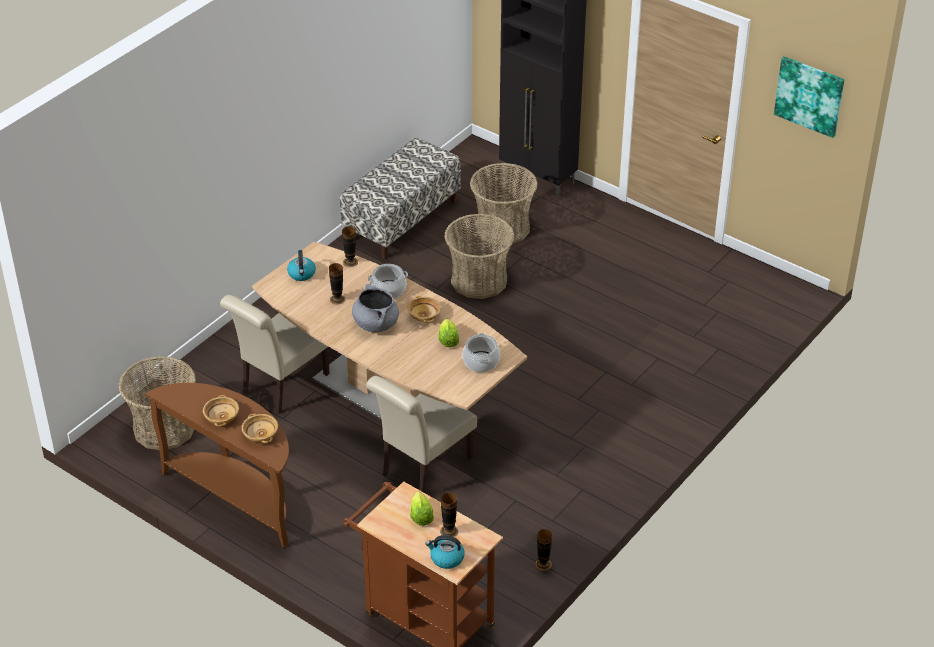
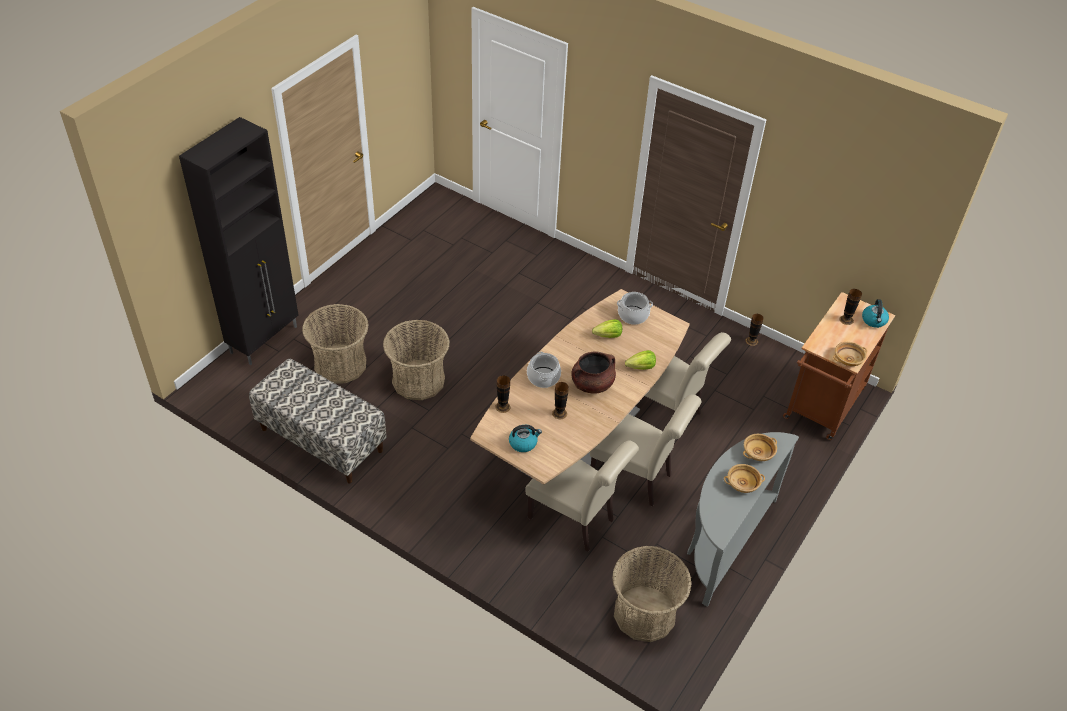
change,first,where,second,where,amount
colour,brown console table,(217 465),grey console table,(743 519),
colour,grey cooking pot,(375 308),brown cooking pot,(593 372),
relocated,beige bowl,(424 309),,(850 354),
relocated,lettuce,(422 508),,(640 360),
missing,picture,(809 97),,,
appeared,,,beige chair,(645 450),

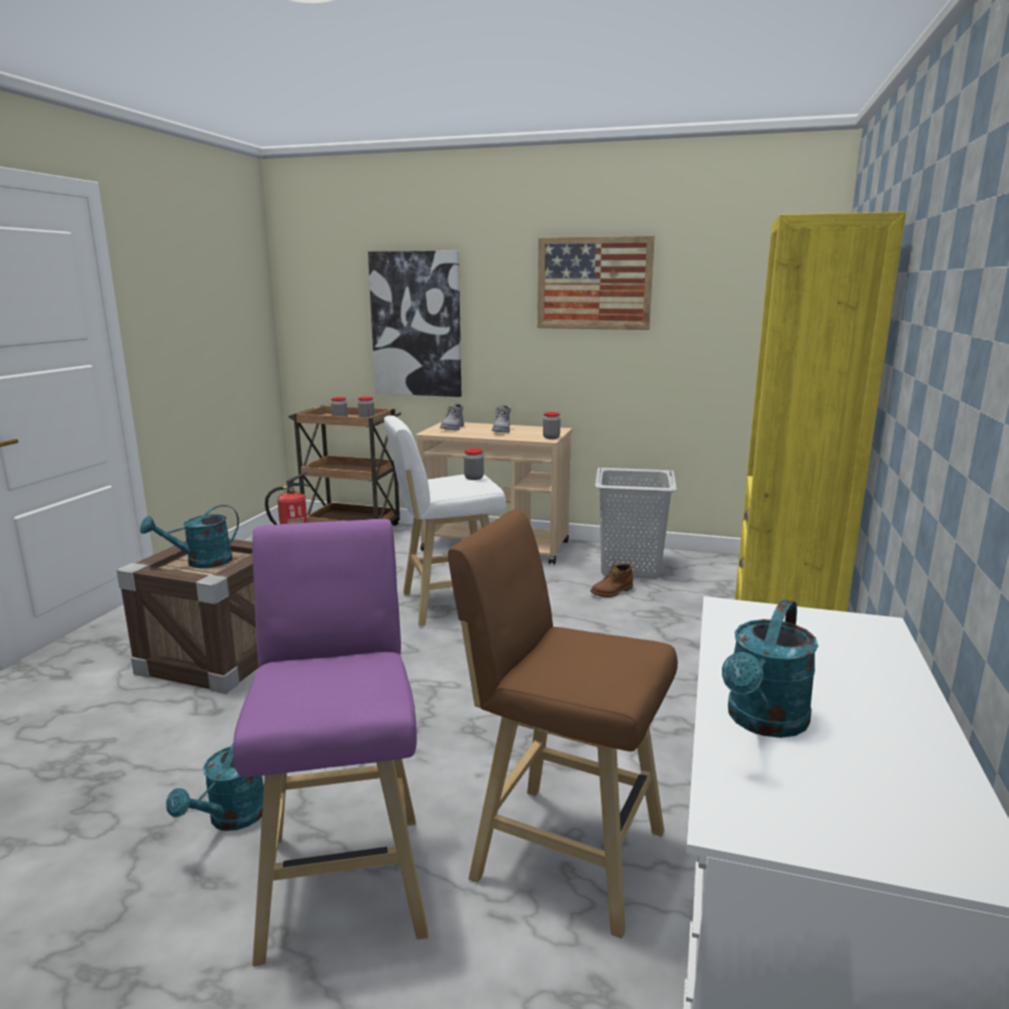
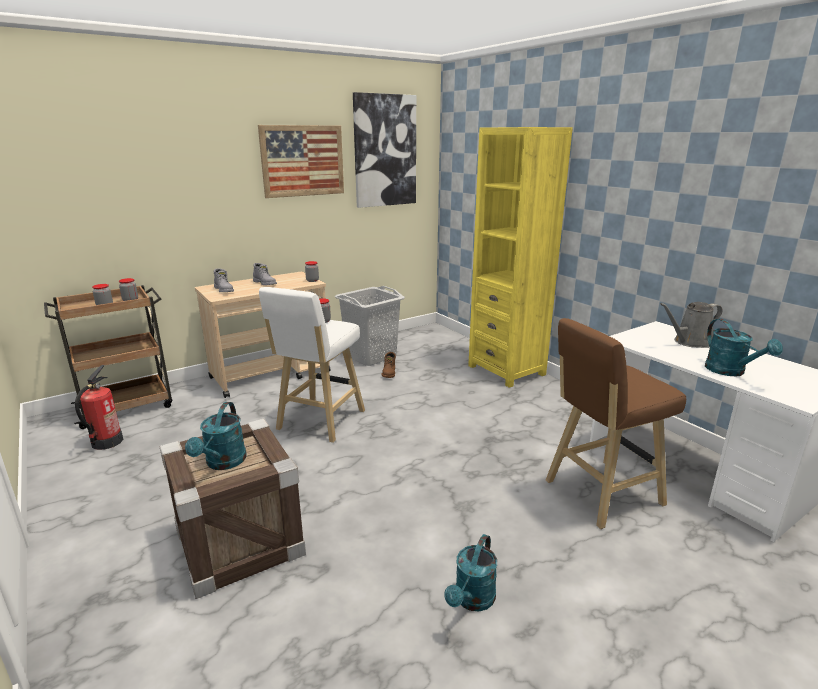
change,first,where,second,where,amount
spun,turquoise watering can,(215 787),,(470 572),60 degrees clockwise
missing,purple stool,(330 742),,,
relocated,picture,(414 323),,(384 150),
appeared,,,grey watering can,(691 325),

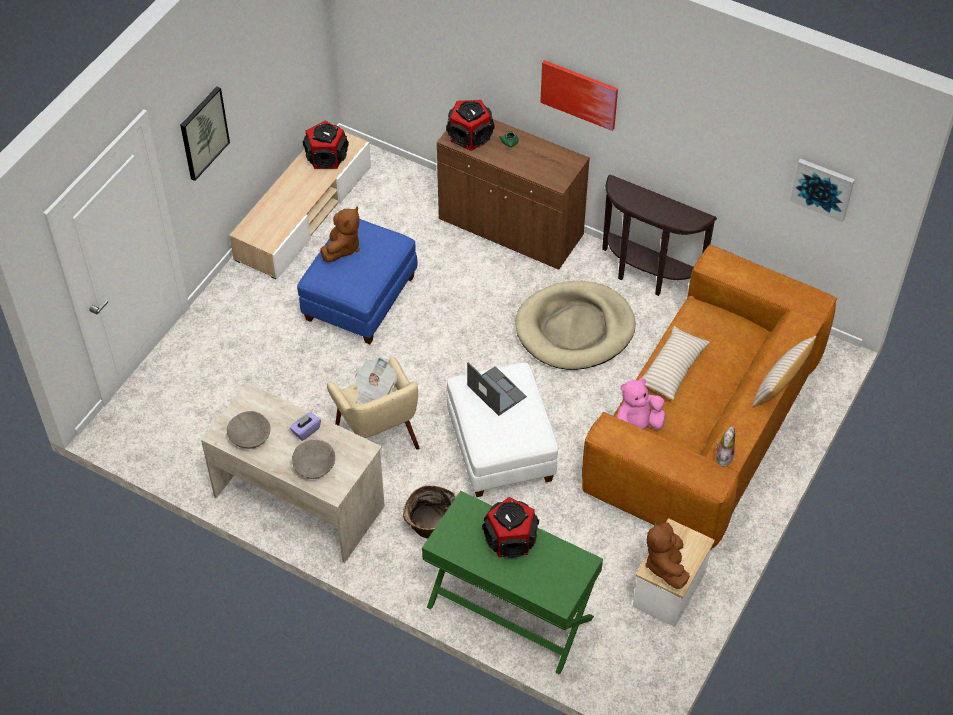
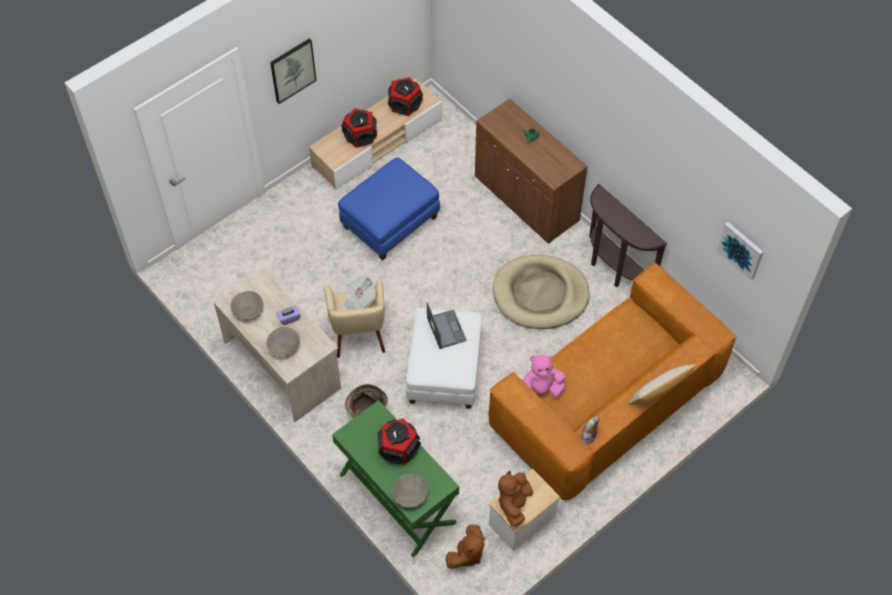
change,first,where,second,where,amount
relocated,brown plush toy,(340 234),,(465 546),
relocated,speaker,(470 125),,(359 128),
missing,picture,(579 95),,,
missing,beige pillow,(676 363),,,
appeared,,,beige bowl,(410 491),

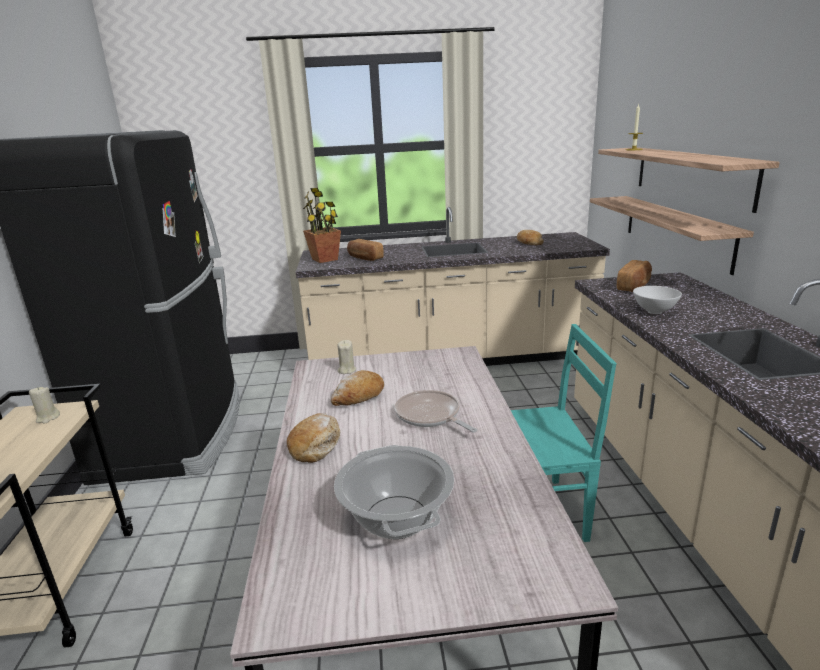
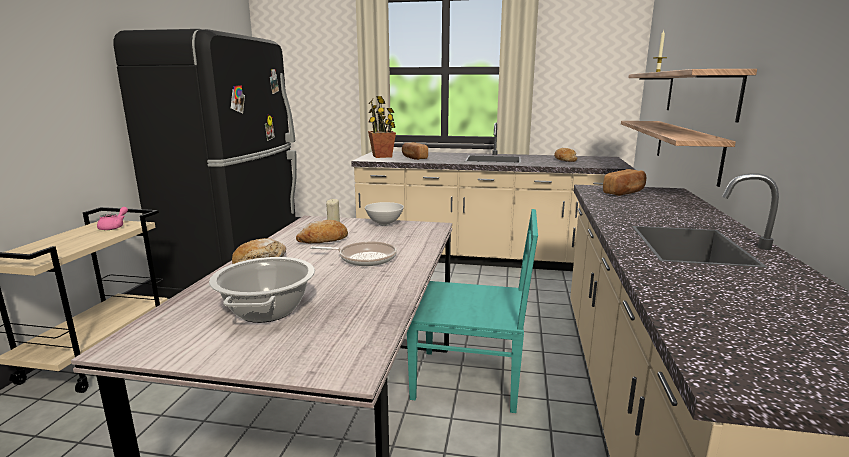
change,first,where,second,where,amount
exchanged,beige candle,(44 405),pink teapot,(112 218),
spun,frying pan,(436 411),,(353 253),120 degrees clockwise
relocated,white bowl,(657 300),,(384 214),

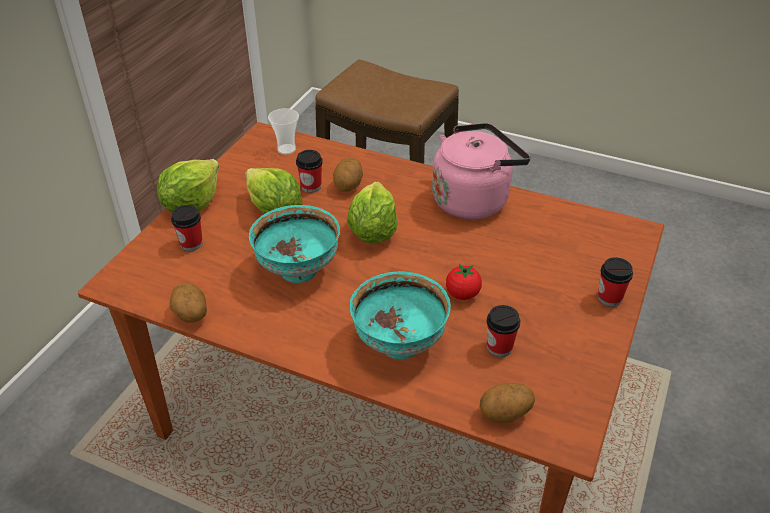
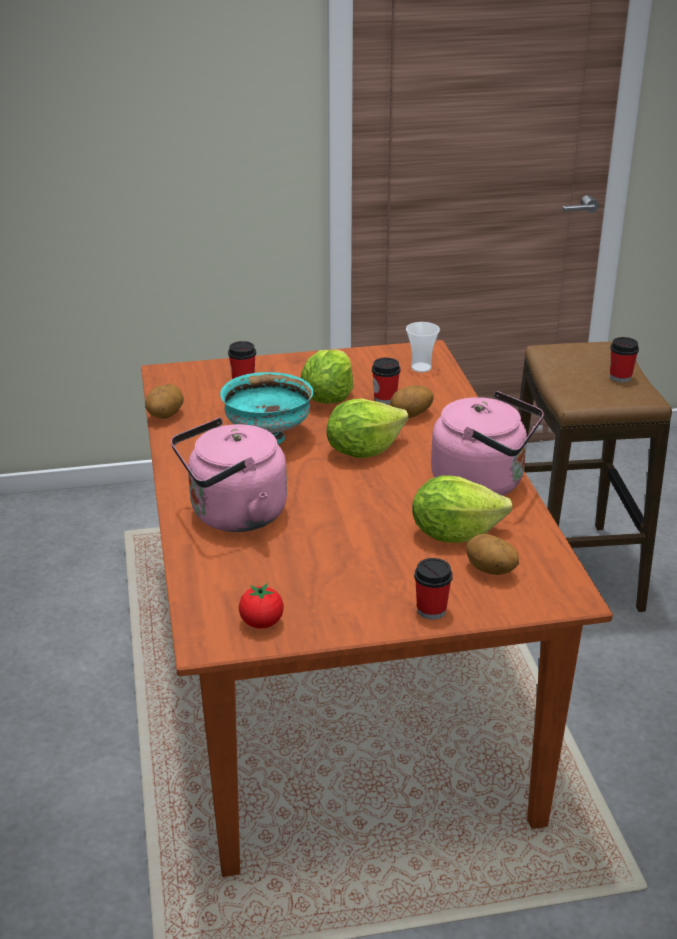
change,first,where,second,where,amount
relocated,lettuce,(188 185),,(462 509),
exchanged,turquoise bowl,(400 315),pink kettle,(229 475),
relocated,tomato,(464 282),,(261 606),
relocated,potato,(507 403),,(492 554),
relocated,cup,(504 331),,(624 359),

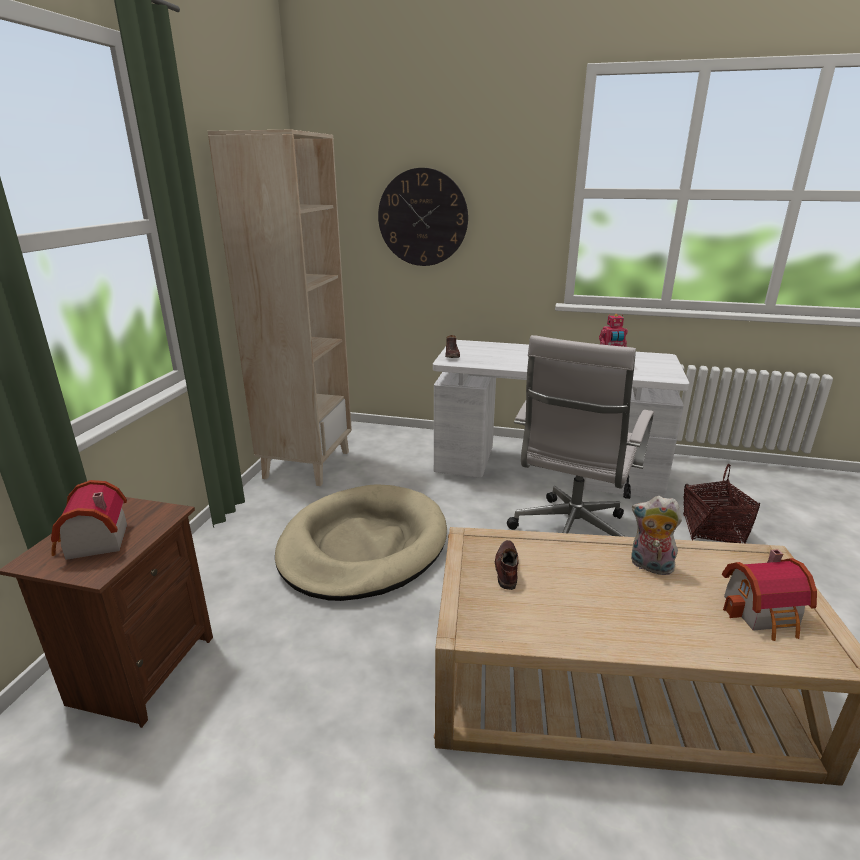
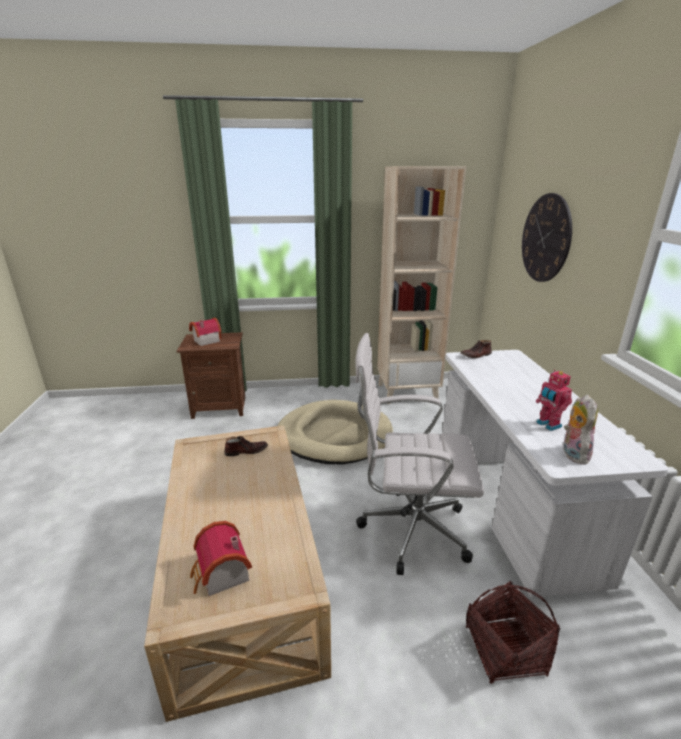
change,first,where,second,where,amount
relocated,plush toy,(656 535),,(580 429),

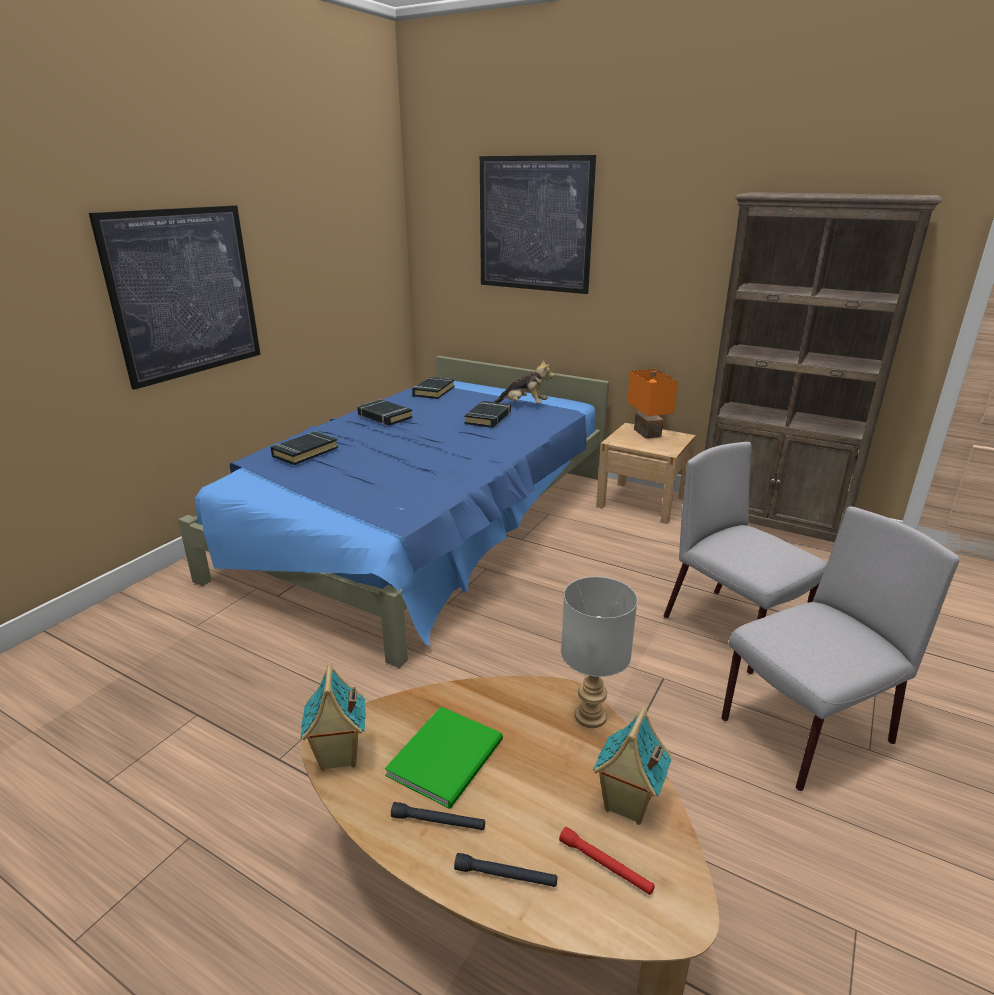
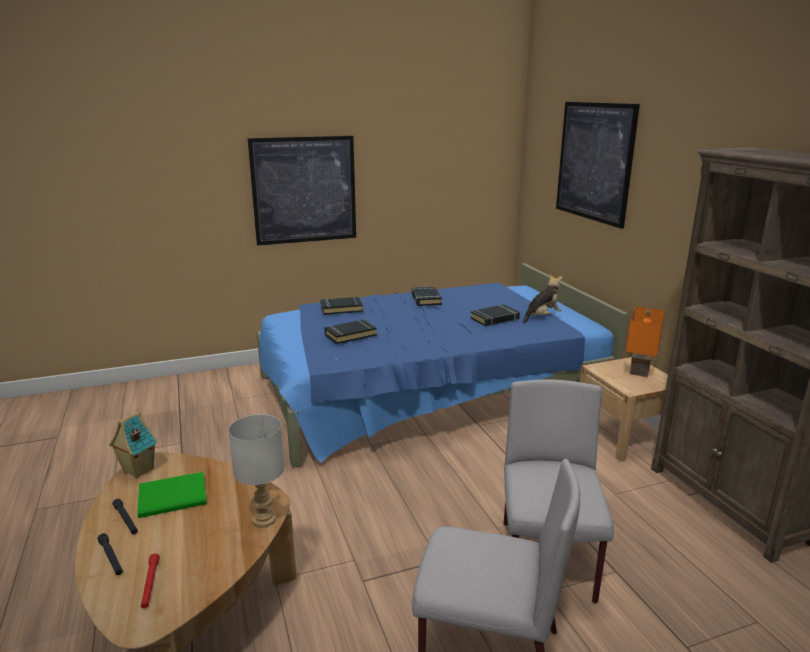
change,first,where,second,where,amount
relocated,black book,(433 388),,(351 331),
spun,plush toy,(524 382),,(542 298),90 degrees counterclockwise
missing,toy house,(632 766),,,

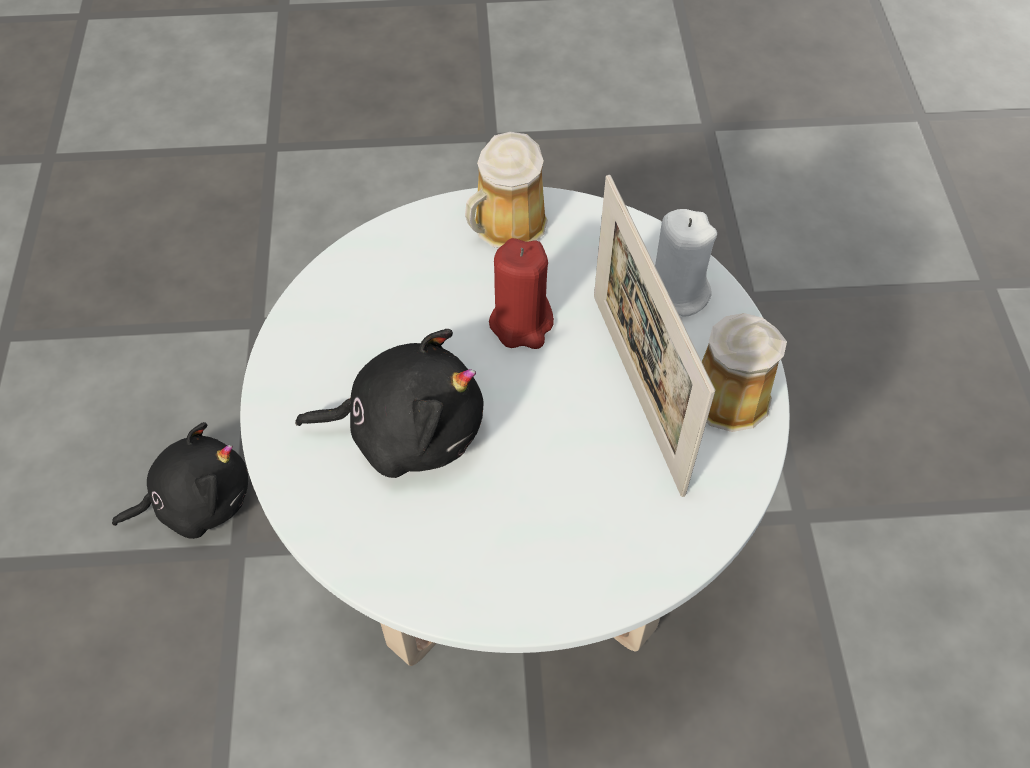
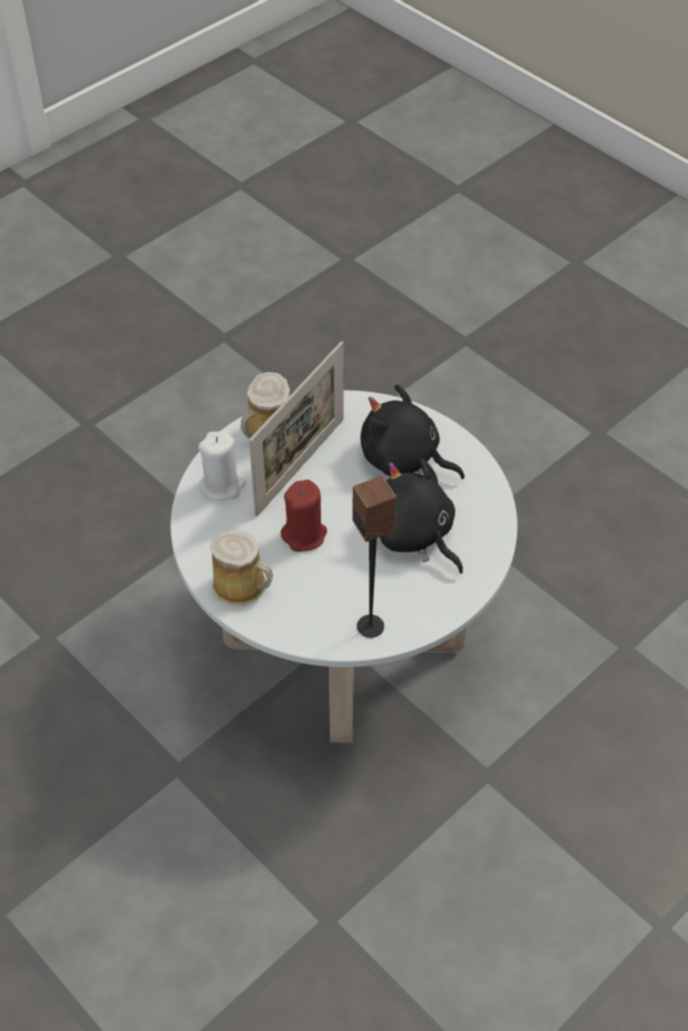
change,first,where,second,where,amount
relocated,black plush toy,(180 480),,(412 431),
appeared,,,speaker,(374 557),

